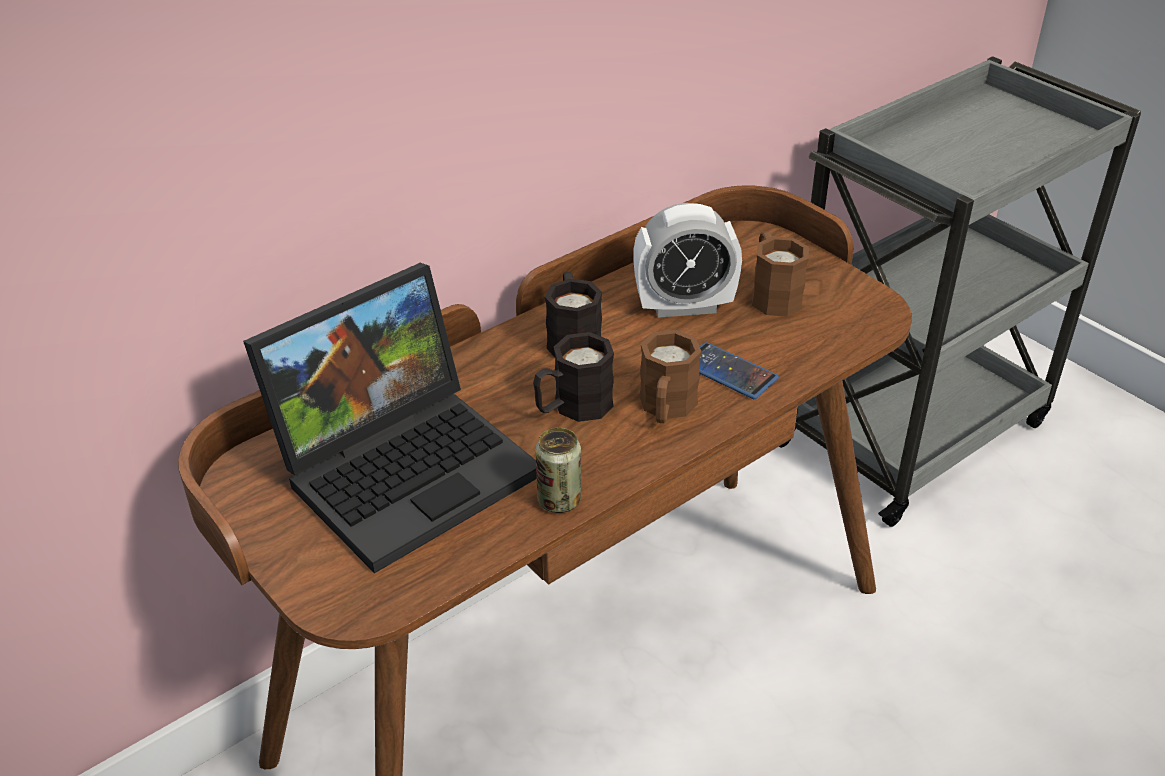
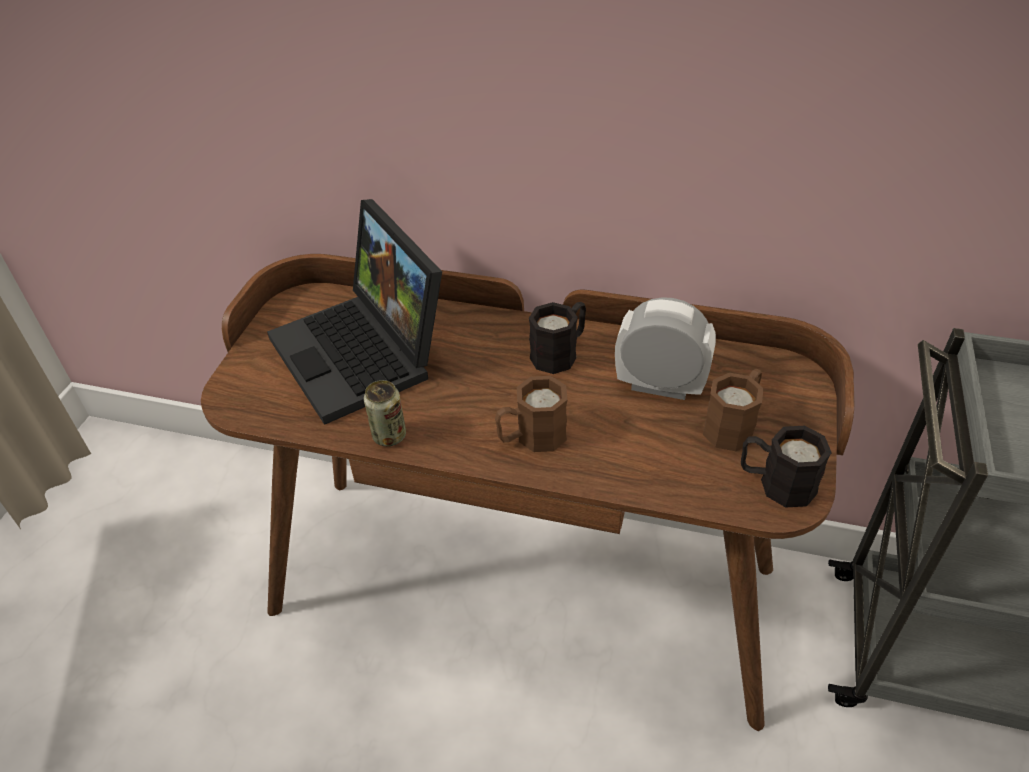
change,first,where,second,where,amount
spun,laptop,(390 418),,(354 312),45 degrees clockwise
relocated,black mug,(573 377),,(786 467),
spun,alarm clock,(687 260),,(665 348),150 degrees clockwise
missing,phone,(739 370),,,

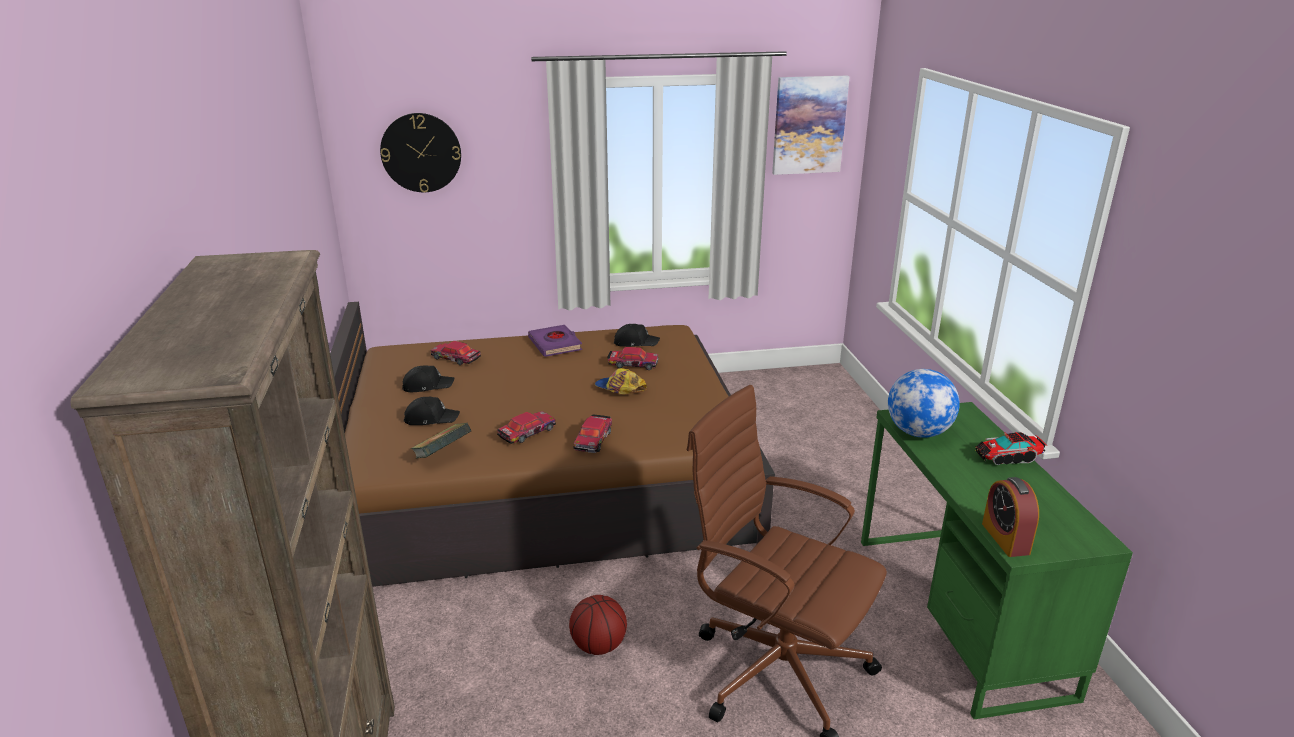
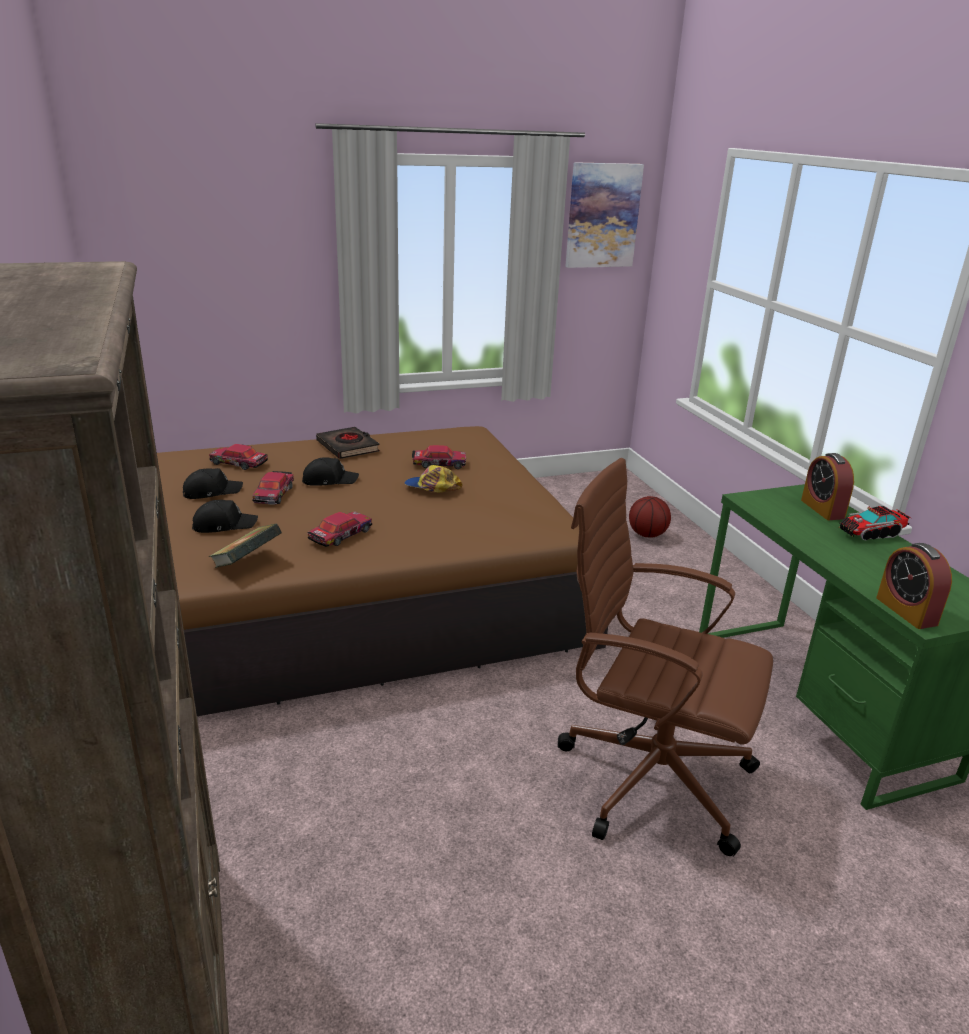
change,first,where,second,where,amount
missing,wall clock,(420 152),,,
colour,purple book,(555 341),black book,(348 443),
relocated,basketball,(598 625),,(650 517),
relocated,toy car,(592 433),,(273 488),
relocated,black cap,(637 335),,(330 471),
missing,globe,(924 403),,,
appeared,,,alarm clock,(827 486),

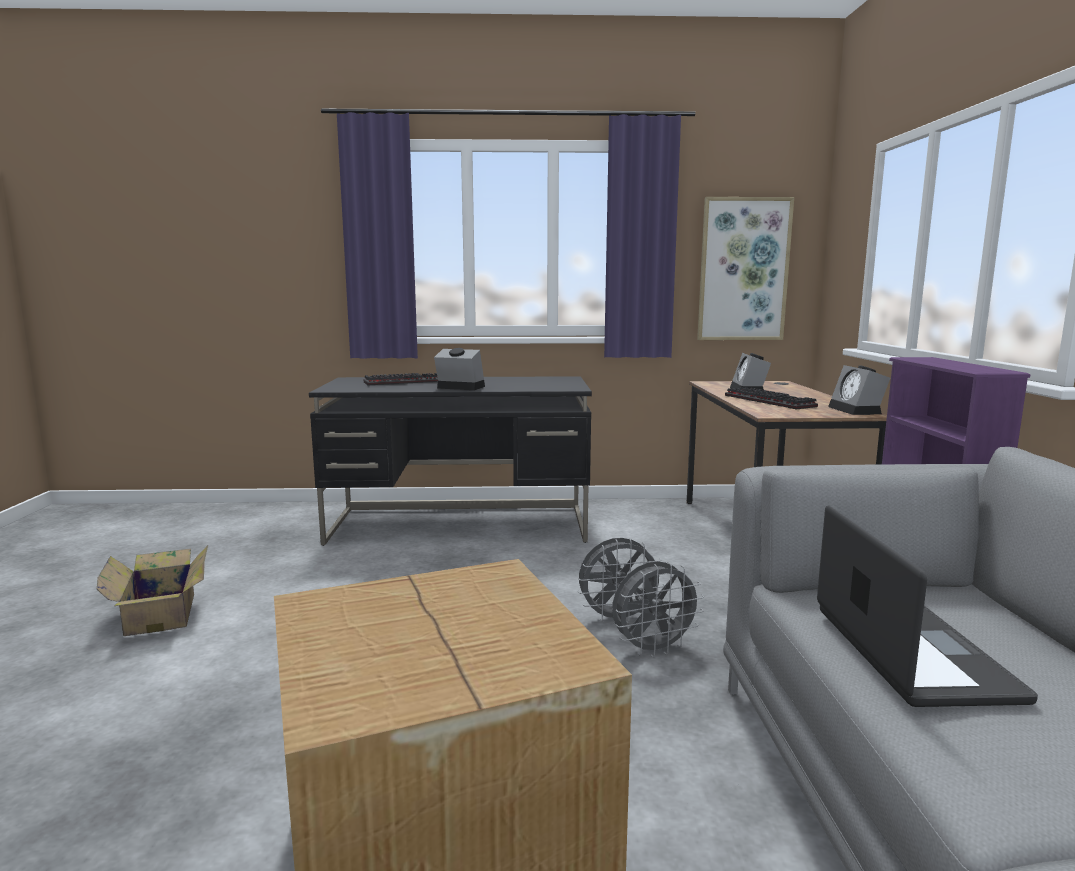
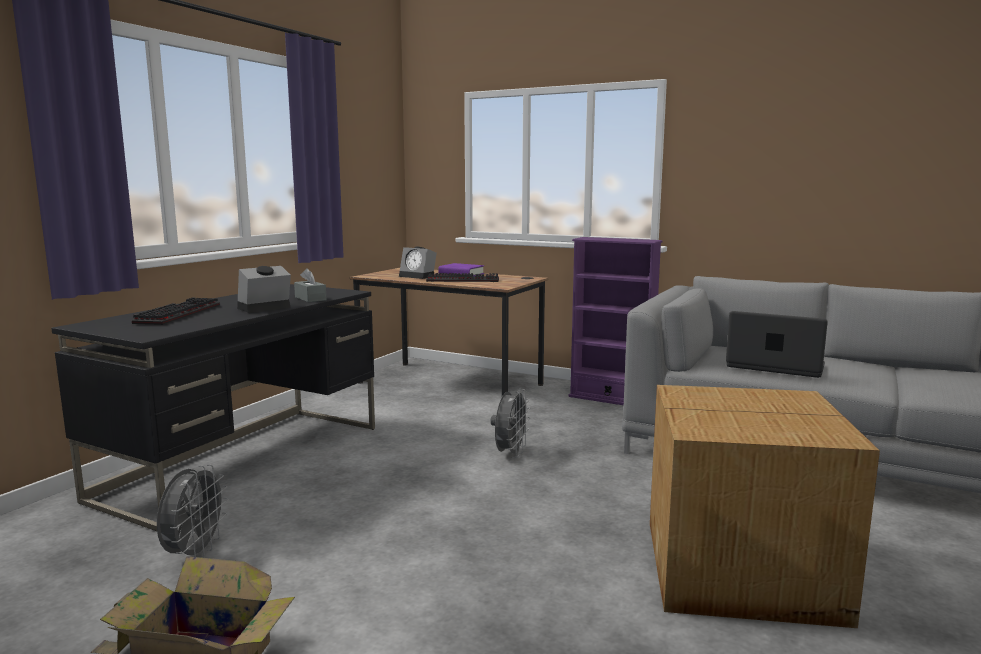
change,first,where,second,where,amount
relocated,grey fan,(658 609),,(192 511),
missing,picture,(745 268),,,
missing,alarm clock,(859 390),,,
appeared,,,grey tissue box,(310 285),
appeared,,,purple book,(461 269),

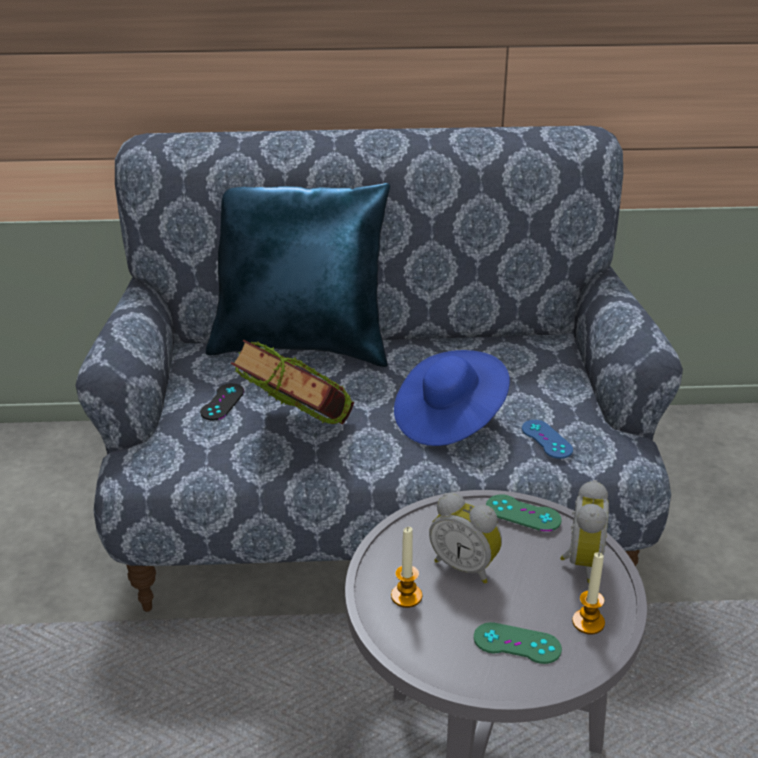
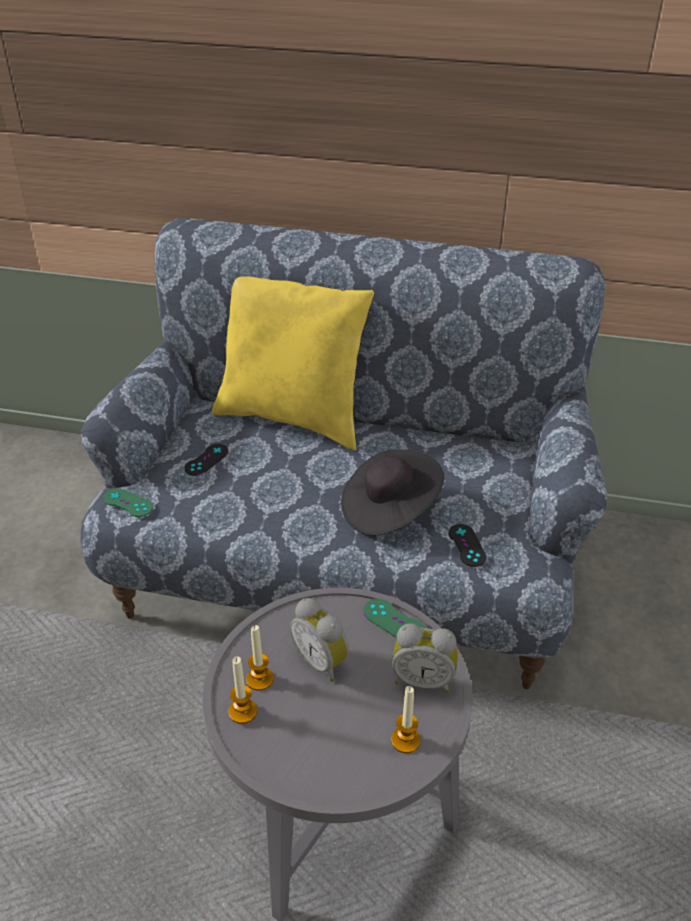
change,first,where,second,where,amount
colour,blue pillow,(298 275),yellow pillow,(293 363),
missing,book,(292 382),,,
colour,blue hat,(452 398),black hat,(392 492),
relocated,green game controller,(518 643),,(128 502),
colour,blue game controller,(547 439),black game controller,(467 545),
spun,alarm clock,(584 531),,(425 658),75 degrees clockwise
appeared,,,candle,(243 690),

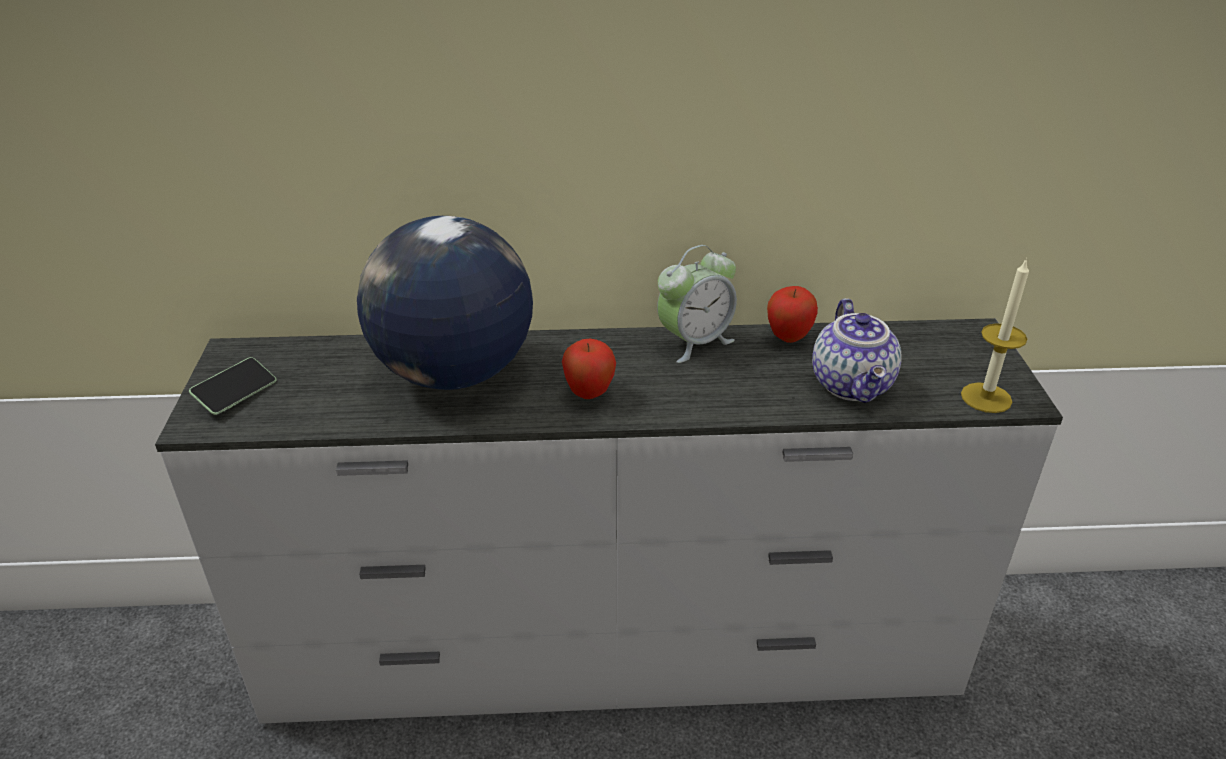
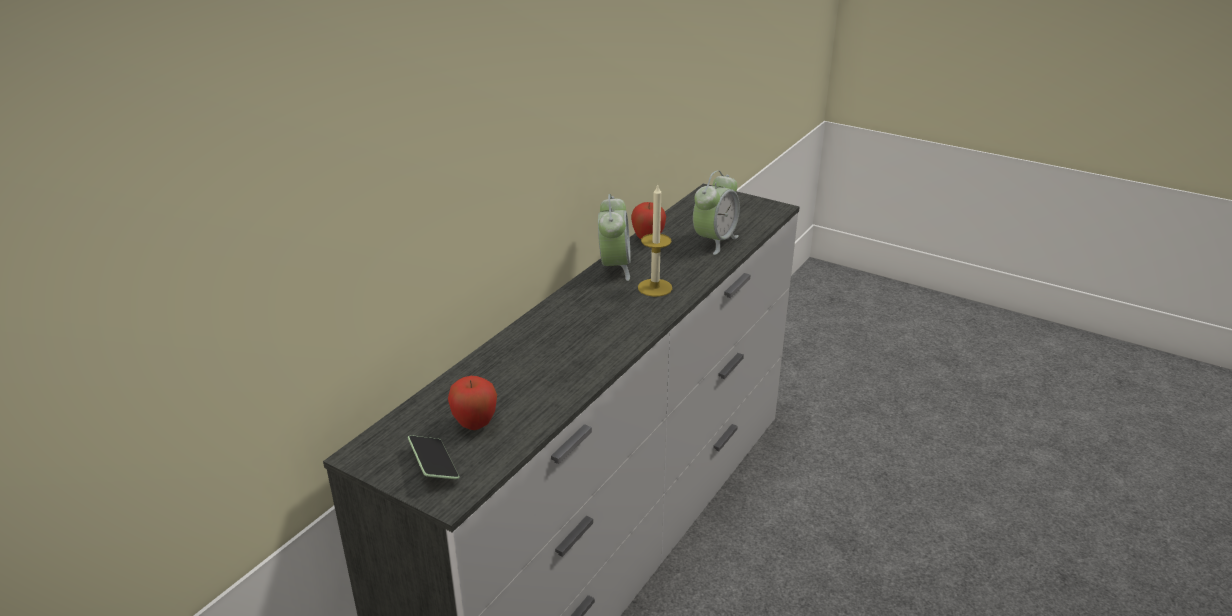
change,first,where,second,where,amount
missing,globe,(445 303),,,
relocated,apple,(589 369),,(472 403),
exchanged,teapot,(857 350),alarm clock,(716 212),
relocated,candle,(995 335),,(655 240),

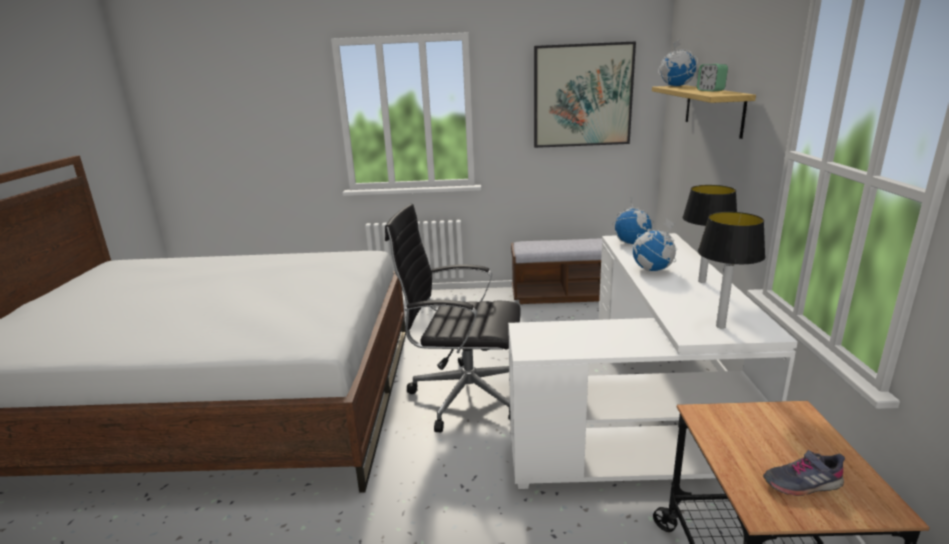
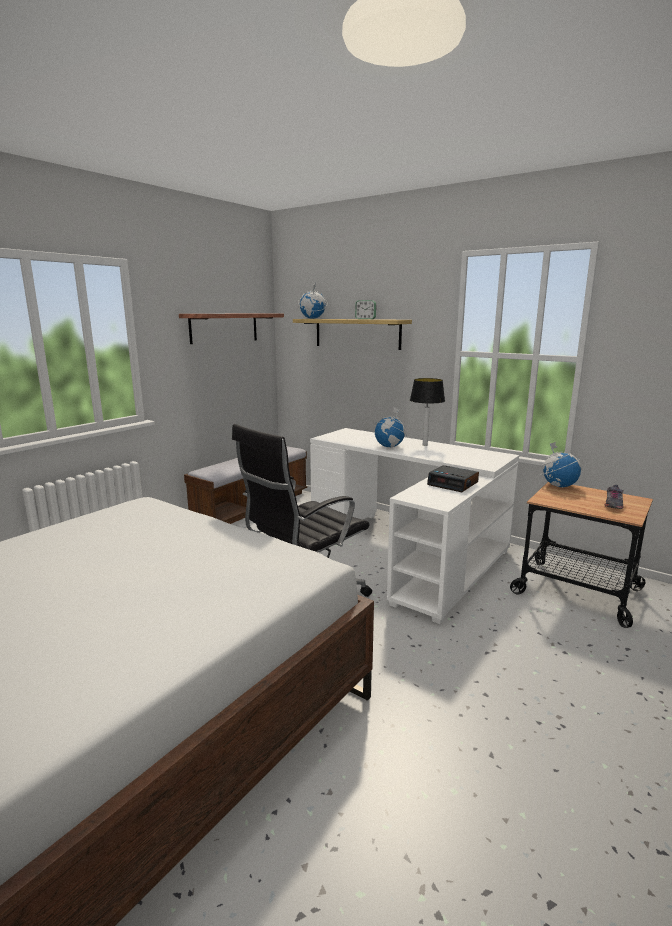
change,first,where,second,where,amount
exchanged,picture,(585 94),shelf,(231 328),
relocated,globe,(633 220),,(561 465),
missing,table lamp,(732 270),,,
appeared,,,alarm clock,(453 478),

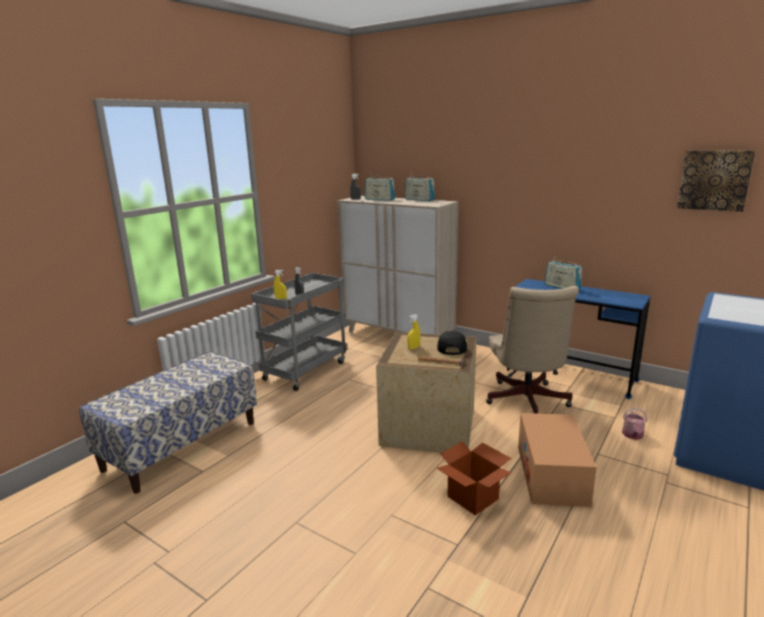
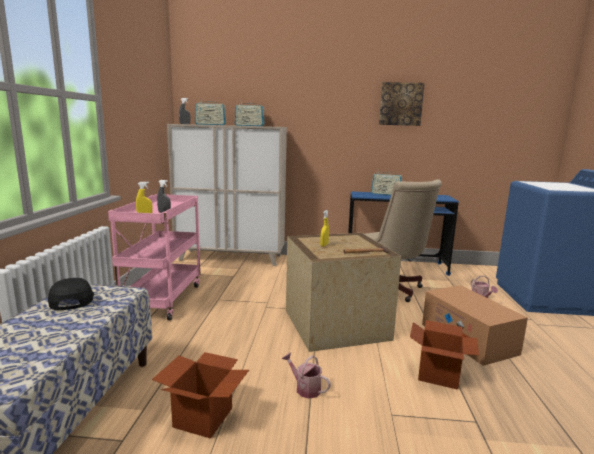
change,first,where,second,where,amount
colour,grey cart,(299 332),pink cart,(154 257),
relocated,black cap,(452 343),,(71 294),
relocated,picture,(716 181),,(402 104),
appeared,,,cardboard box,(200 395),
appeared,,,watering can,(306 376),

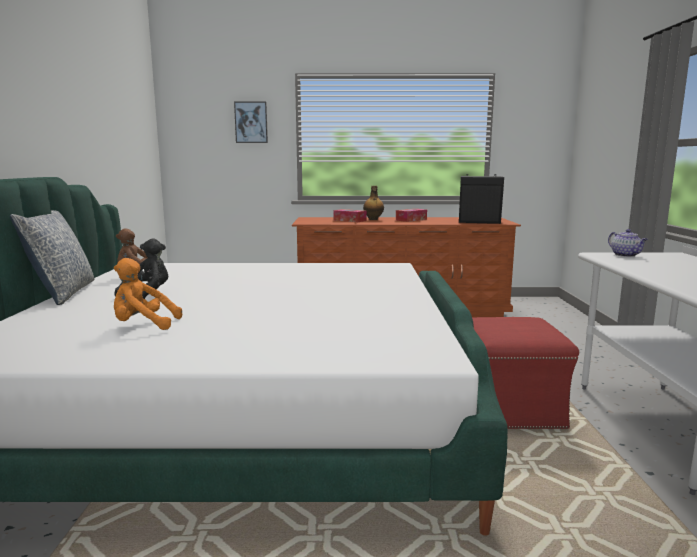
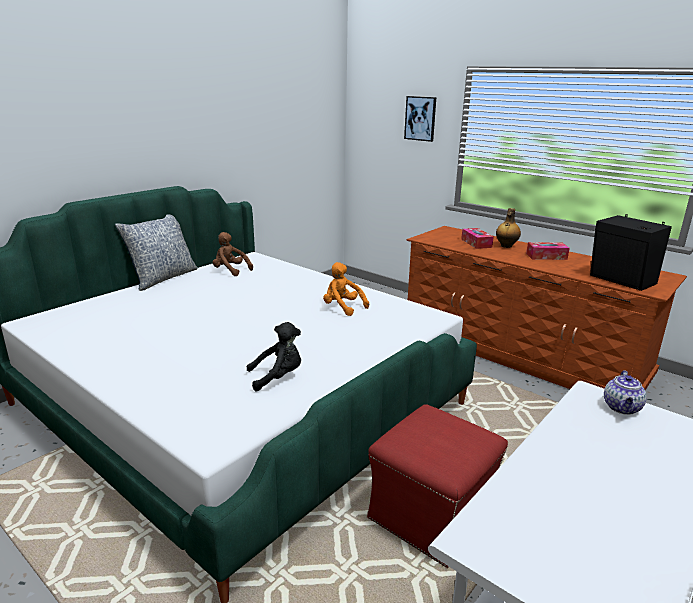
change,first,where,second,where,amount
relocated,black plush toy,(141 269),,(274 356),
relocated,orange plush toy,(148 294),,(346 289),

